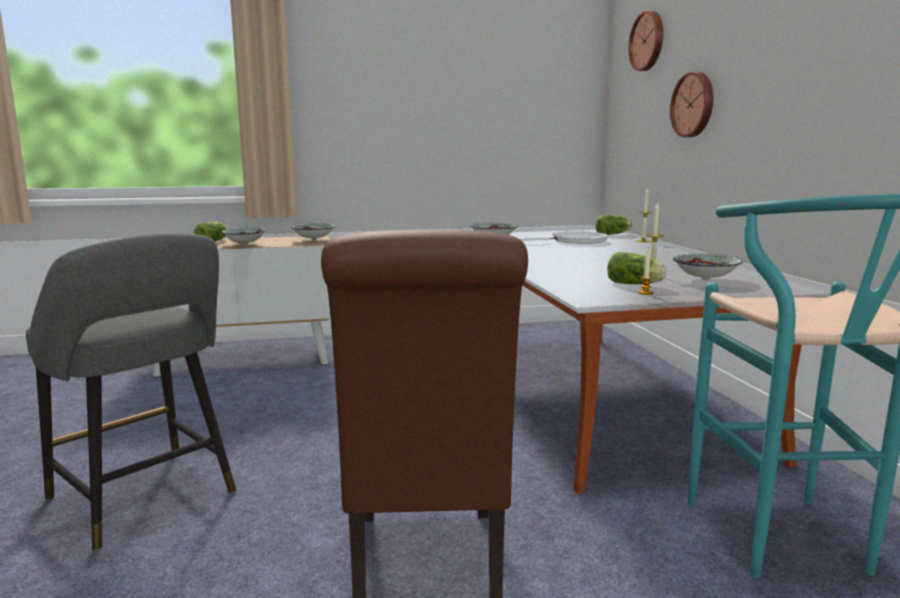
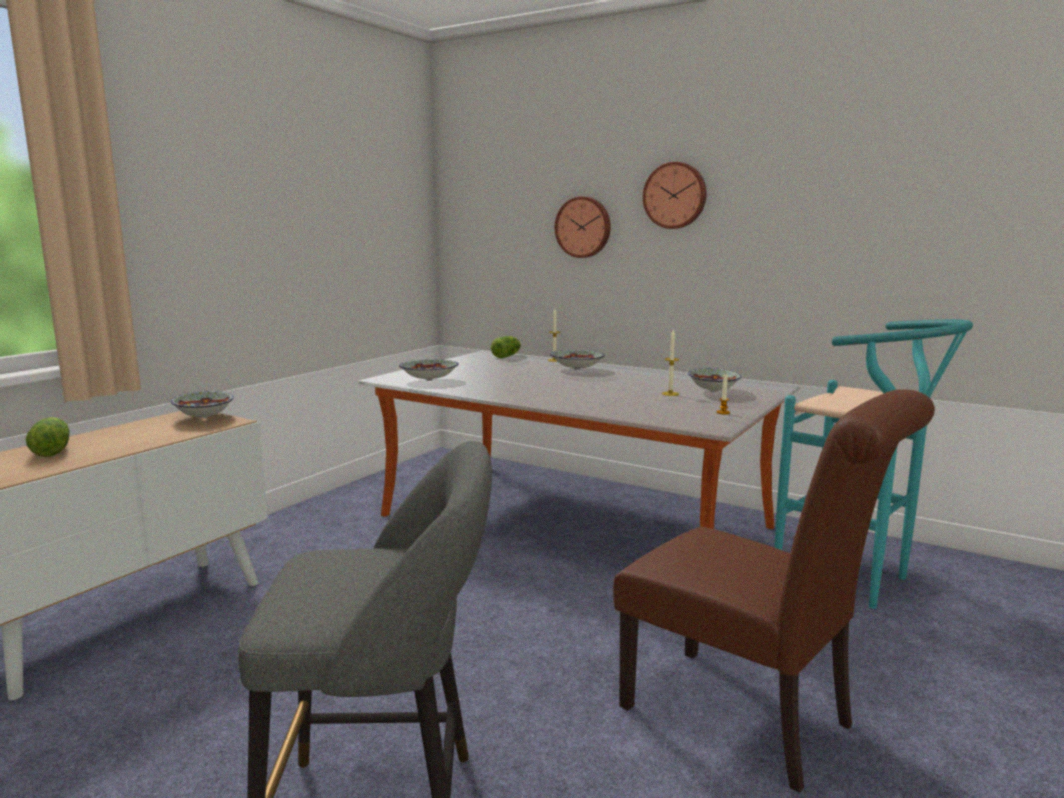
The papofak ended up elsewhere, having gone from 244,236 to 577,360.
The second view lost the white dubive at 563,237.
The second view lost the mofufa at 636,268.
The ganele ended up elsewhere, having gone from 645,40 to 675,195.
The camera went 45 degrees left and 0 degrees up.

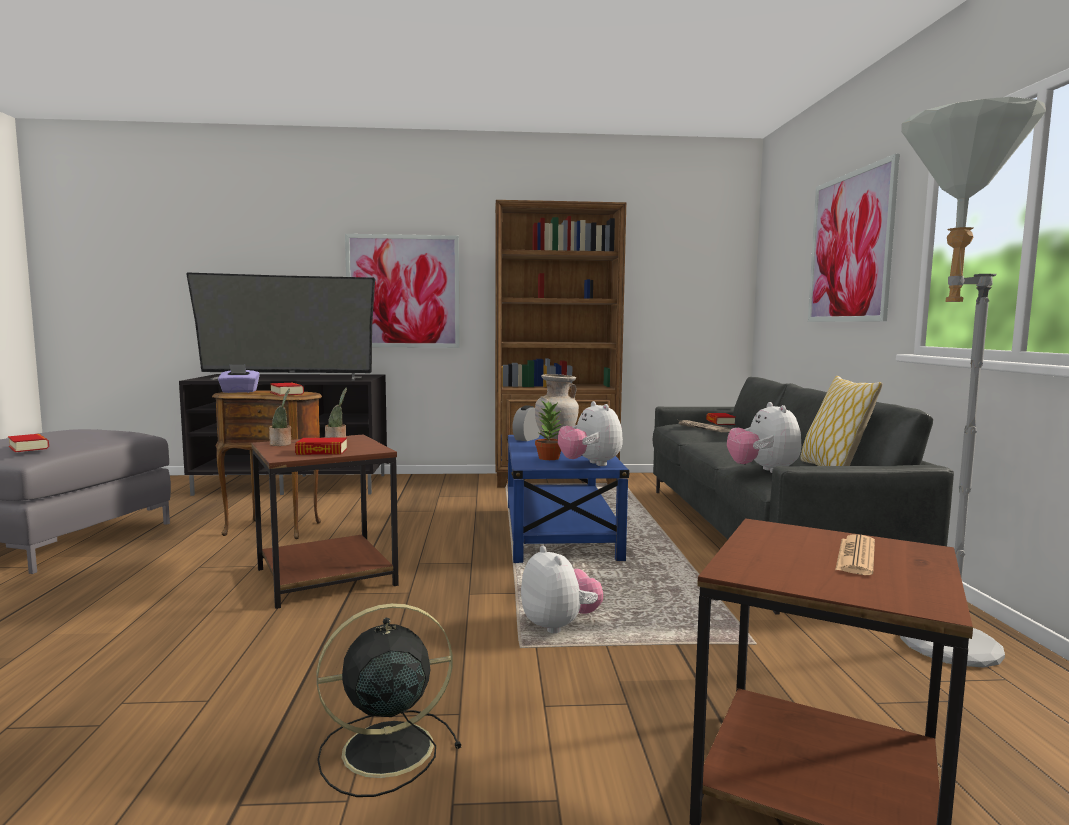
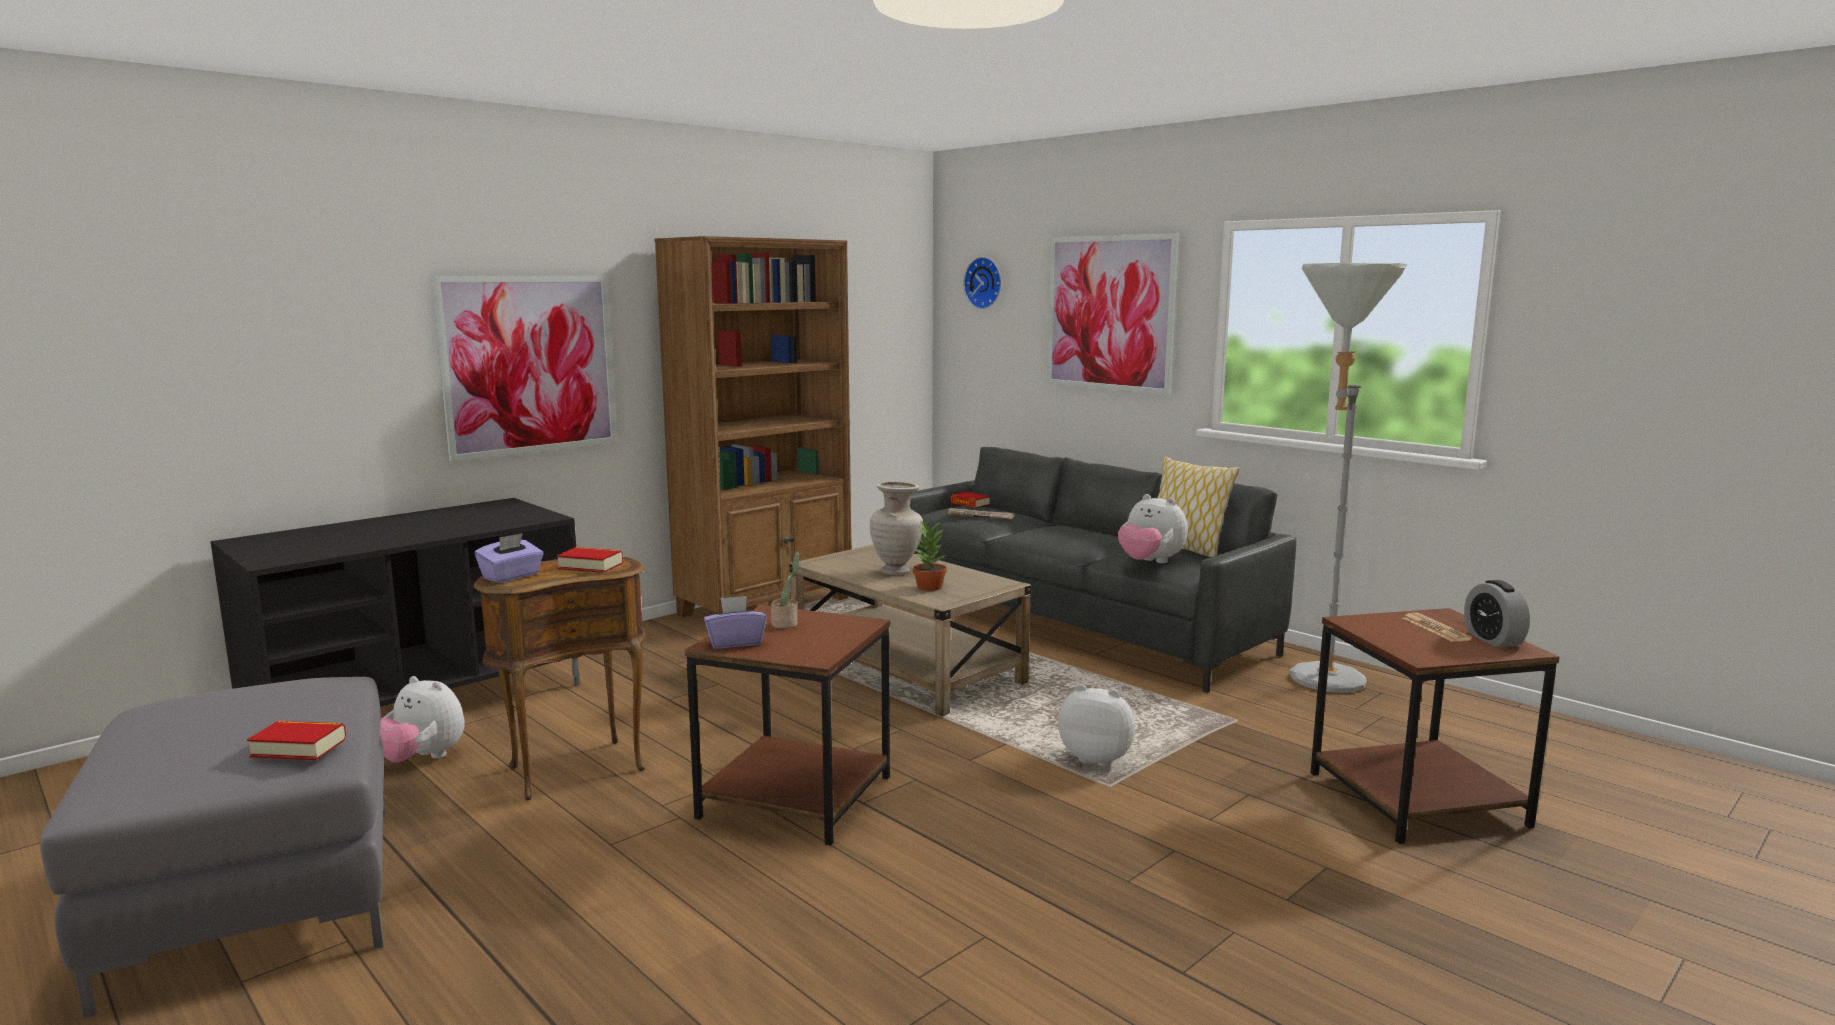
The second view lost the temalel at 280,326.
Where the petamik stood at 280,417, the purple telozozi came to stand at 735,622.
The second view lost the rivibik at 321,446.
The second view lost the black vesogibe at 389,700.
What was the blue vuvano at 568,499 turned into the beige vuvano at 910,630.
The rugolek ended up elsewhere, having gone from 526,423 to 1497,613.
The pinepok ended up elsewhere, having gone from 590,433 to 422,719.
The second view gained the ganele at 982,283.
The camera went 40 degrees left and 5 degrees up.

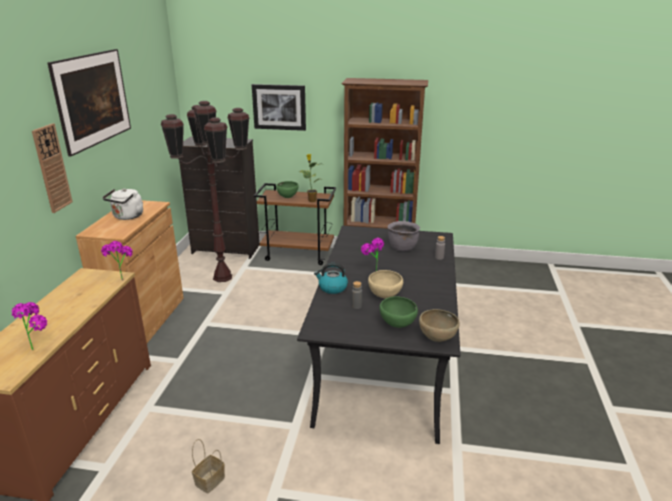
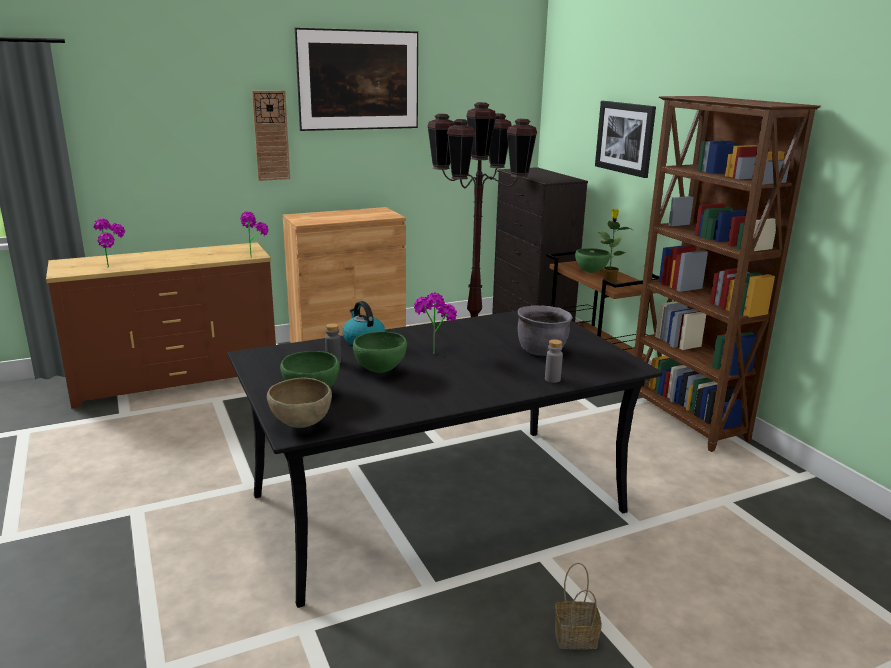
The second view lost the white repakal at 123,204.
The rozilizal ended up elsewhere, having gone from 208,466 to 578,606.
What was the beige papofak at 385,284 turned into the green papofak at 380,352.
The camera went 55 degrees right and 5 degrees down.

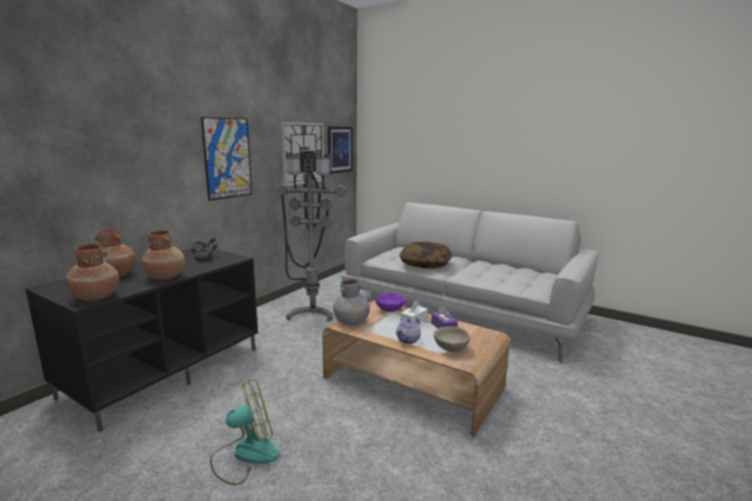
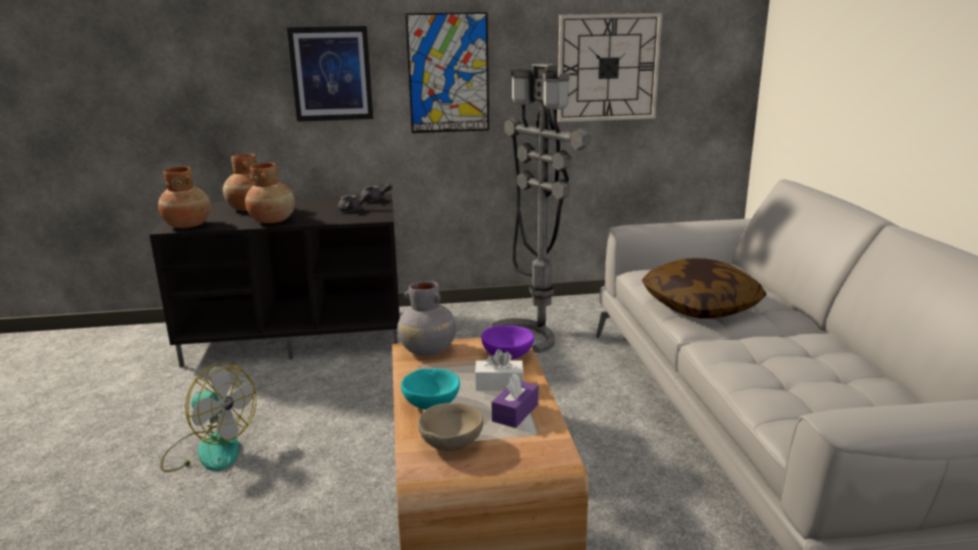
The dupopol ended up elsewhere, having gone from 340,150 to 330,74.
Where the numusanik stood at 408,331, the turquoise papofak came to stand at 430,389.
The camera went 50 degrees right and 5 degrees up.

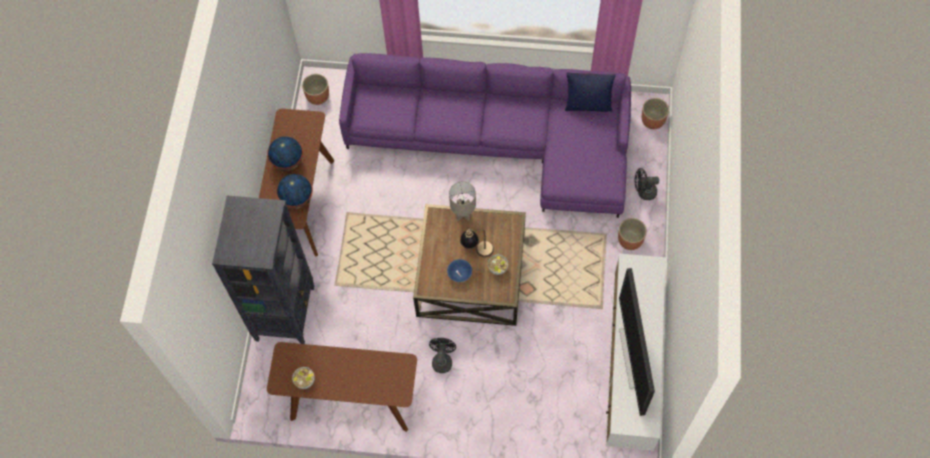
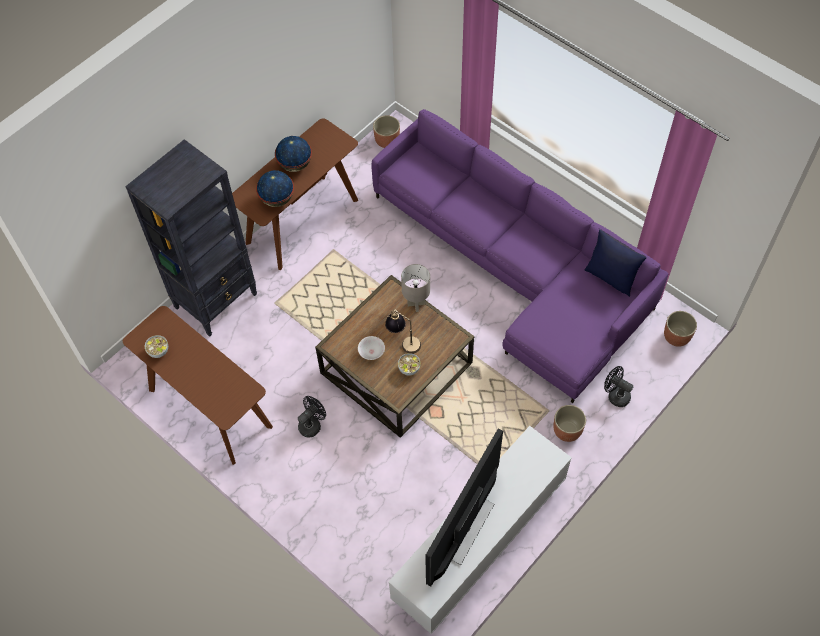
What was the blue papofak at 459,270 turned into the white papofak at 371,348.
The camera went 35 degrees right and 5 degrees down.

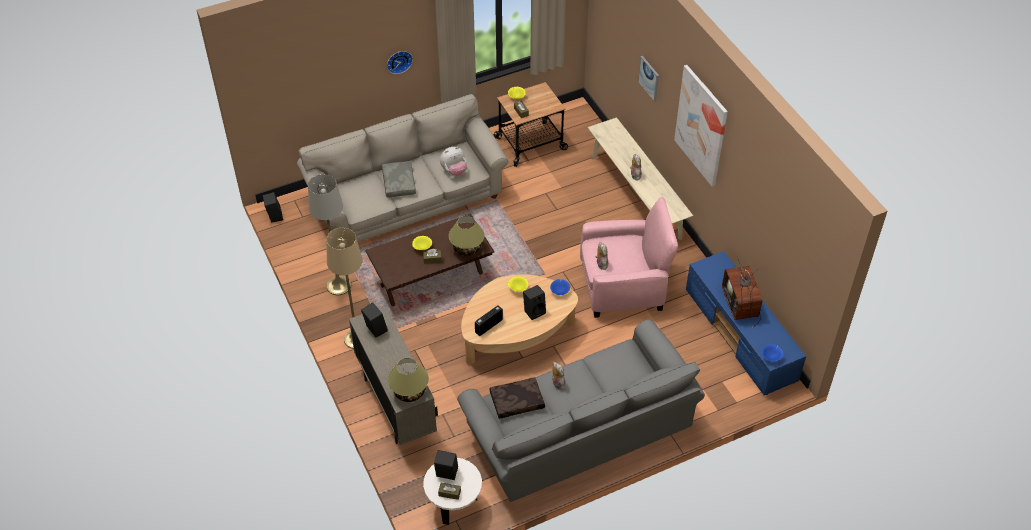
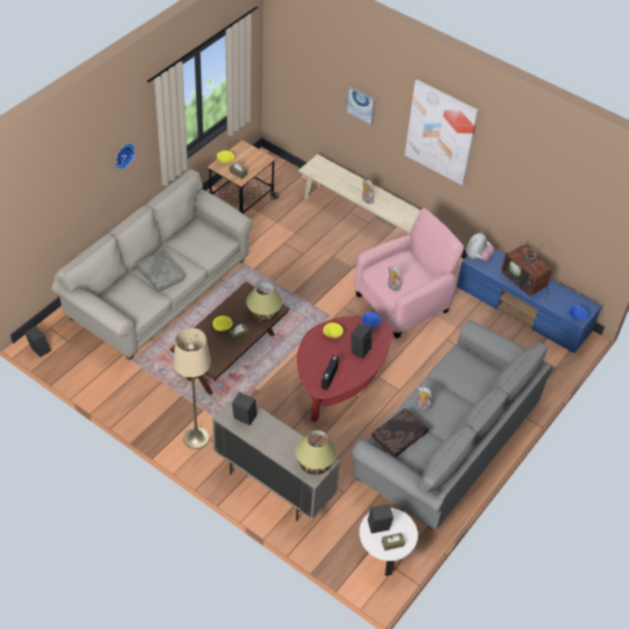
The second view lost the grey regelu at 329,234.
The pinepok ended up elsewhere, having gone from 453,161 to 480,247.
What was the beige vuvano at 519,319 turned into the red vuvano at 344,369.
The camera went 30 degrees left and 0 degrees up.

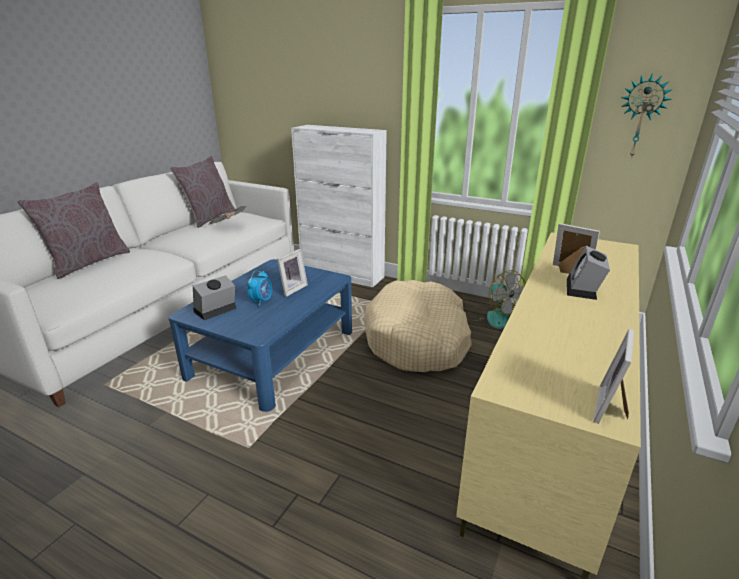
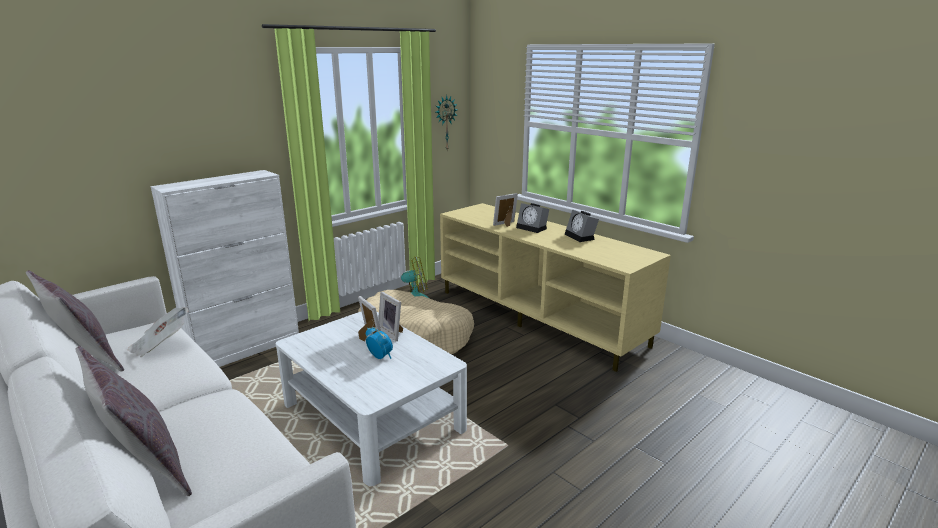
What was the blue vuvano at 260,335 turned into the white vuvano at 371,398.
The rugolek ended up elsewhere, having gone from 215,297 to 582,225.
The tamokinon ended up elsewhere, having gone from 613,376 to 390,316.
The camera went 70 degrees left and 5 degrees down.

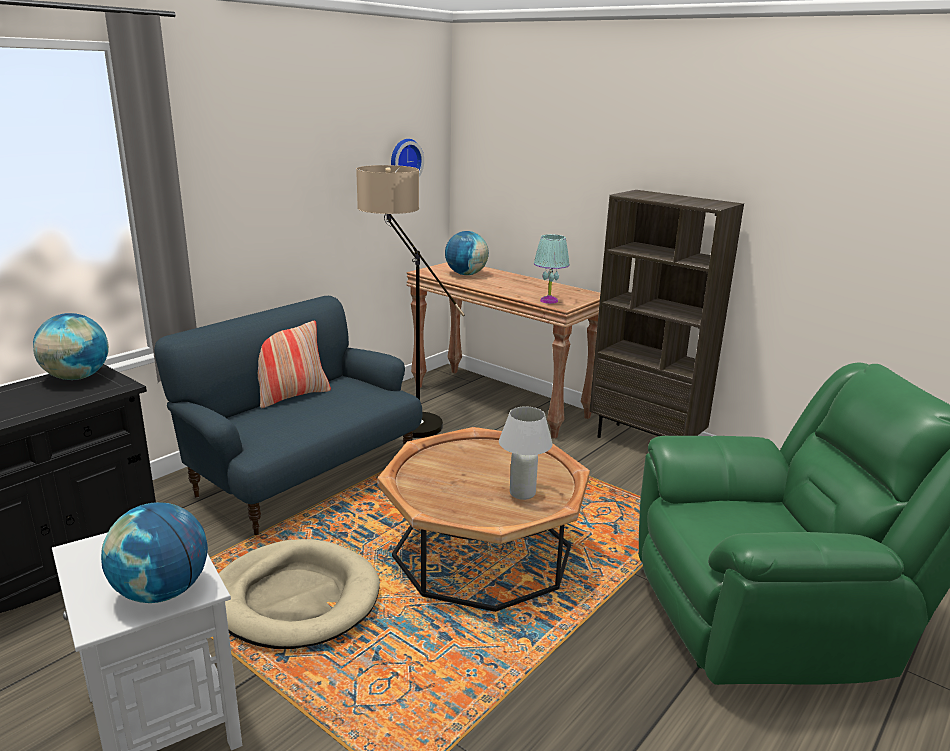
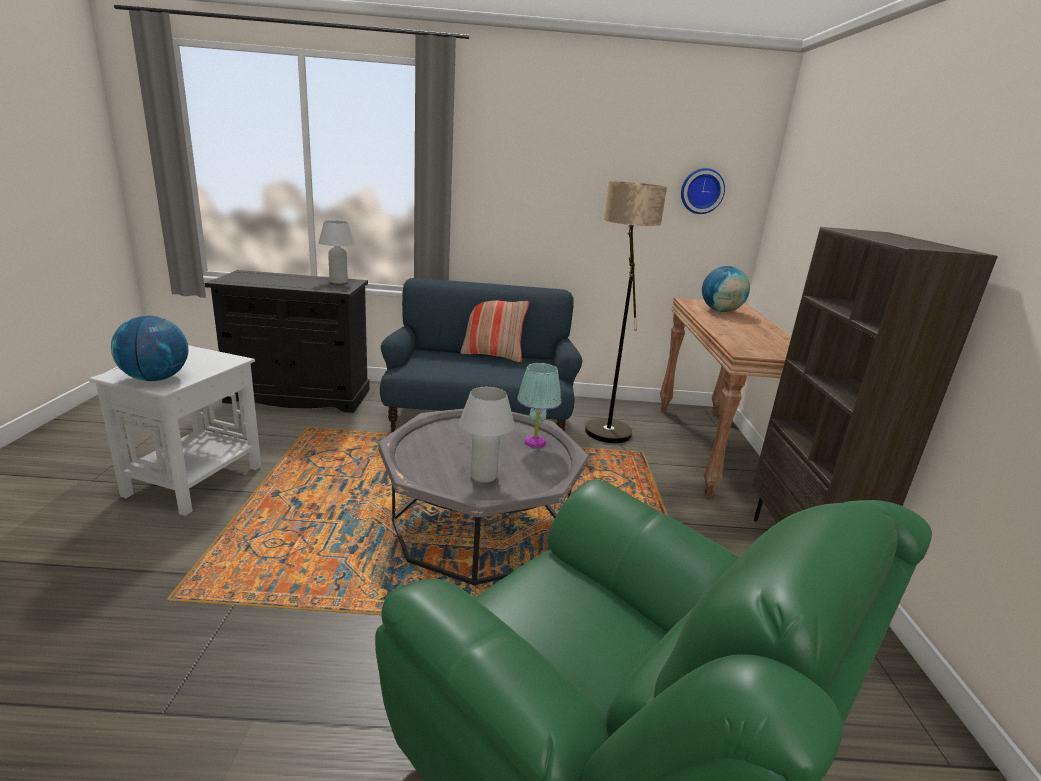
Where the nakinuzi stood at 71,346, the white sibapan came to stand at 336,252.
The second view lost the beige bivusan at 299,594.
What was the brown vuvano at 483,519 turned into the grey vuvano at 483,497.
The turquoise sibapan ended up elsewhere, having gone from 551,269 to 539,405.
The camera went 50 degrees right and 0 degrees up.

